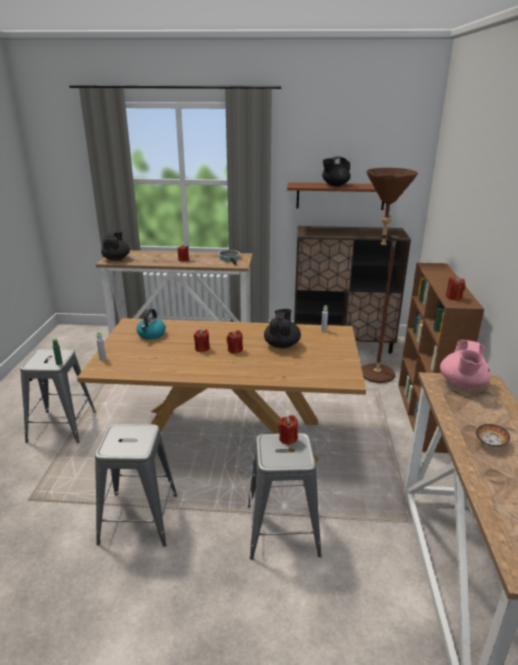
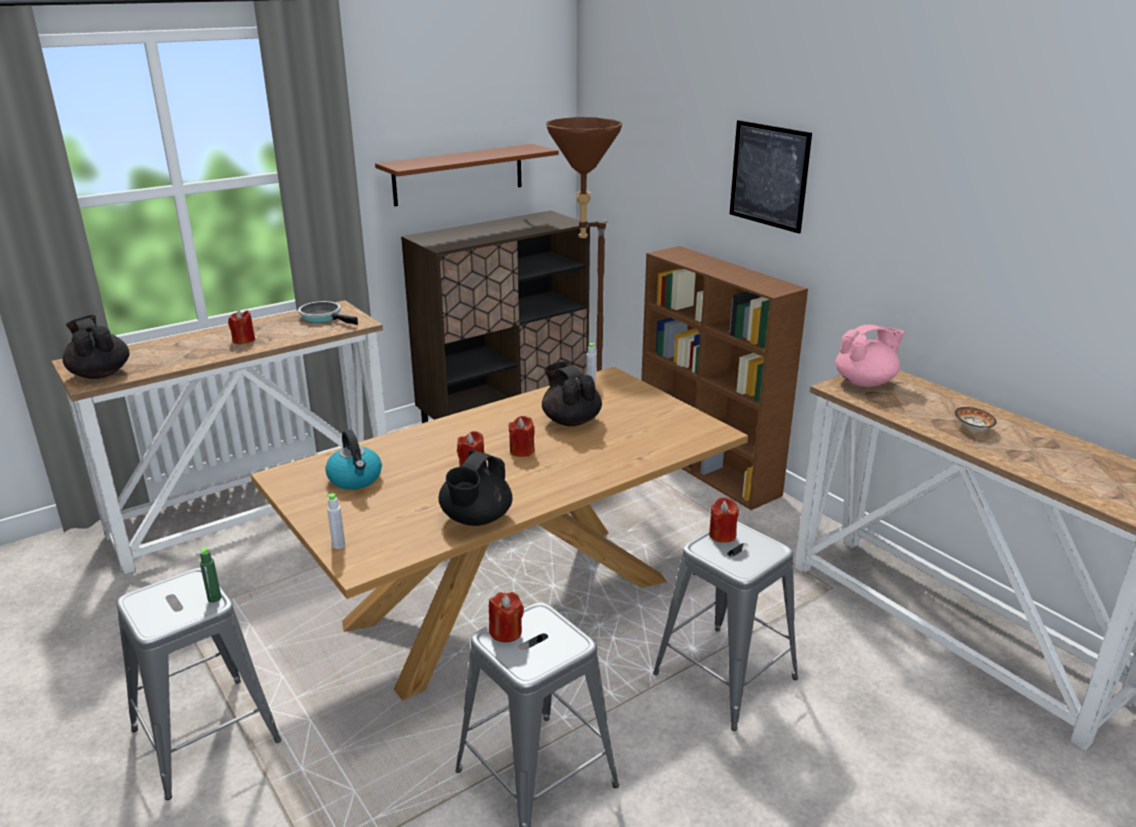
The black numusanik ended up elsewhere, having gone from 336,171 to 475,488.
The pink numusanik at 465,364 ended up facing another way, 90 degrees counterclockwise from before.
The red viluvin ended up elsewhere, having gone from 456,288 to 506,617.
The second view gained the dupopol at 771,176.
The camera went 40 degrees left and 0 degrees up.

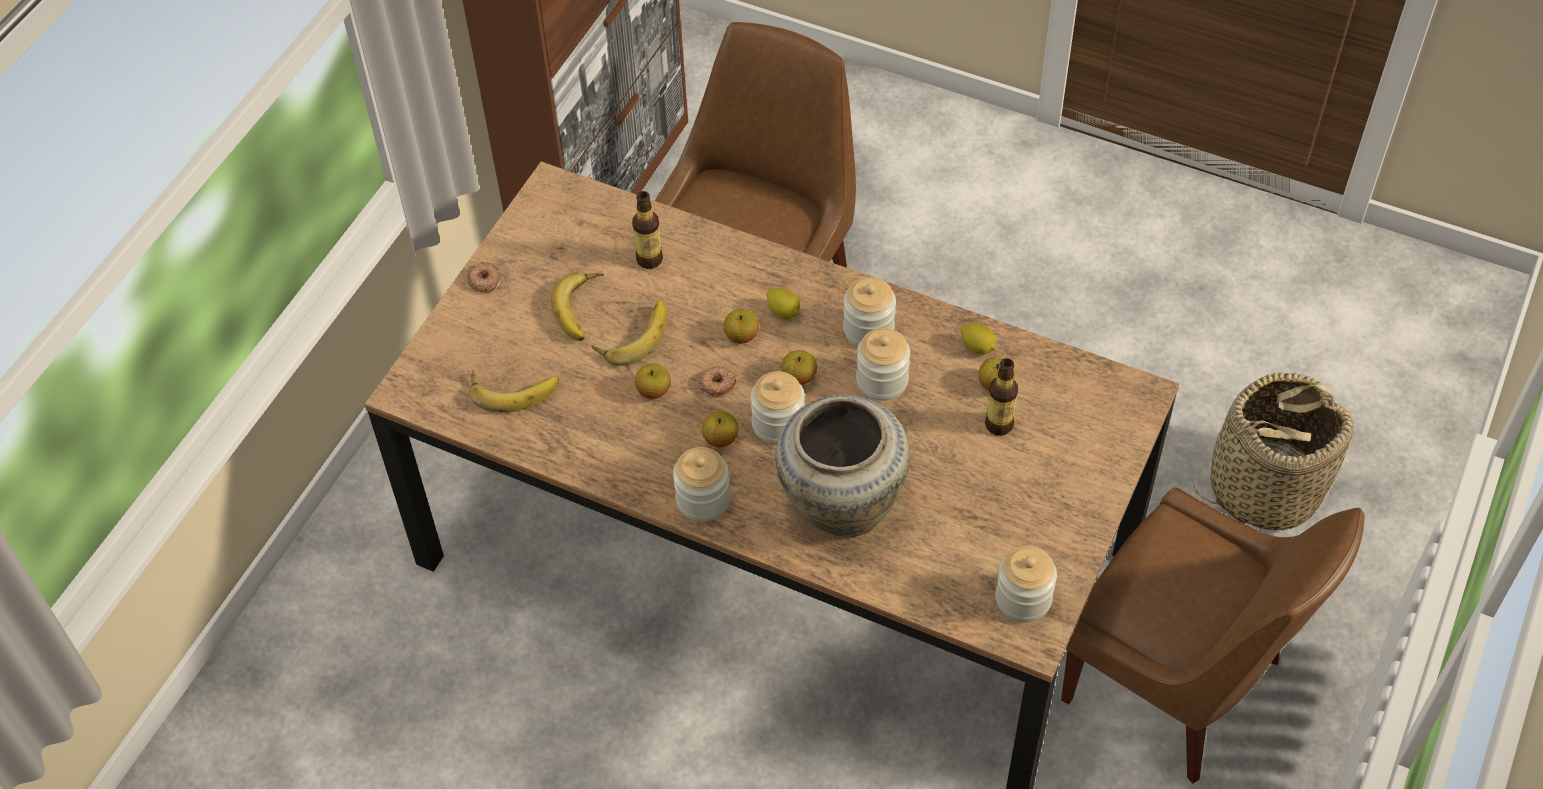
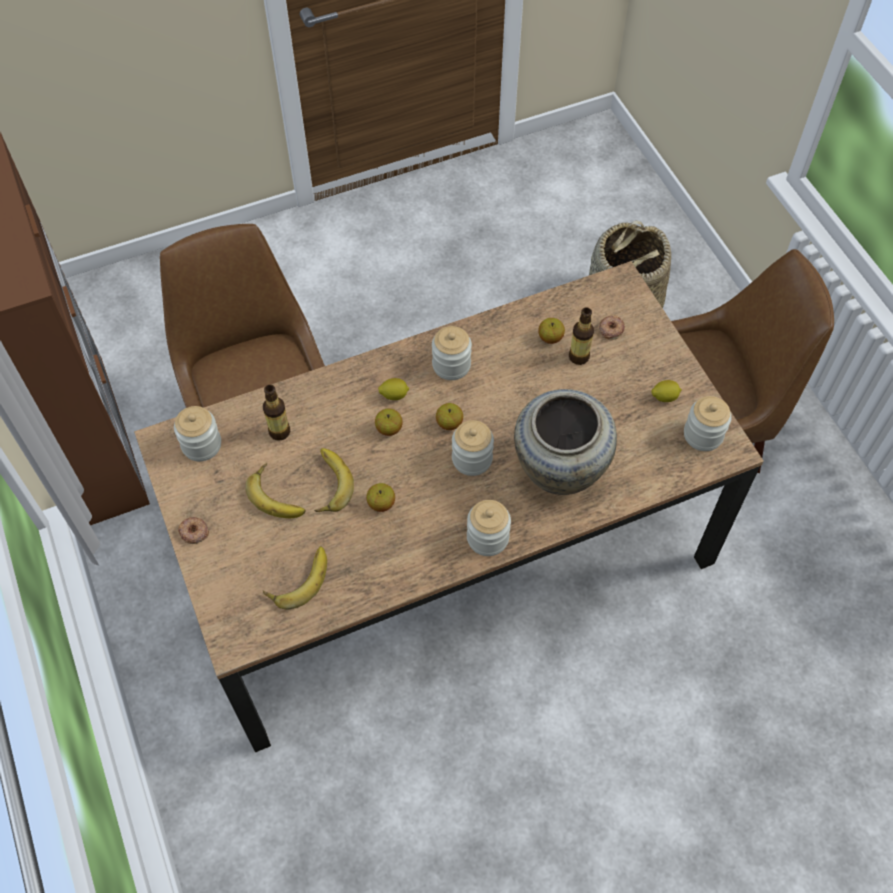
The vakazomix ended up elsewhere, having gone from 717,382 to 612,328.
The second view lost the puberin at 720,429.
The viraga ended up elsewhere, having gone from 883,364 to 197,433.
The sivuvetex ended up elsewhere, having gone from 978,339 to 666,391.
The camera went 50 degrees left and 5 degrees up.

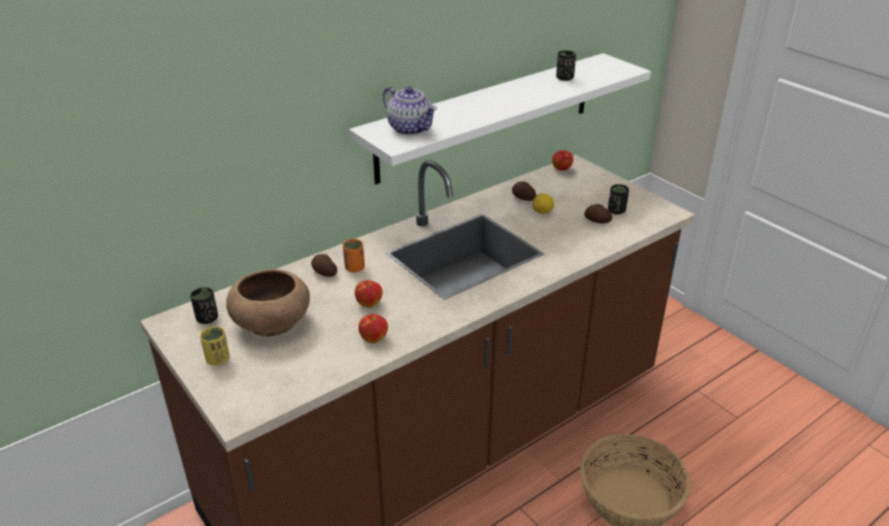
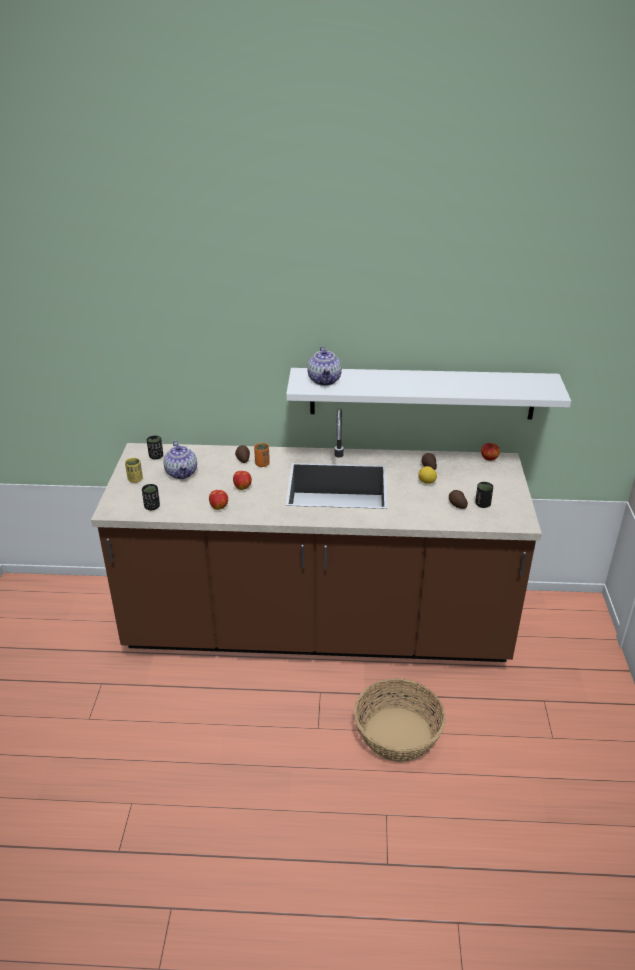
Where the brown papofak stood at 268,303, the numusanik came to stand at 180,460.
The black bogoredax ended up elsewhere, having gone from 566,65 to 151,497.
The camera went 40 degrees right and 0 degrees up.

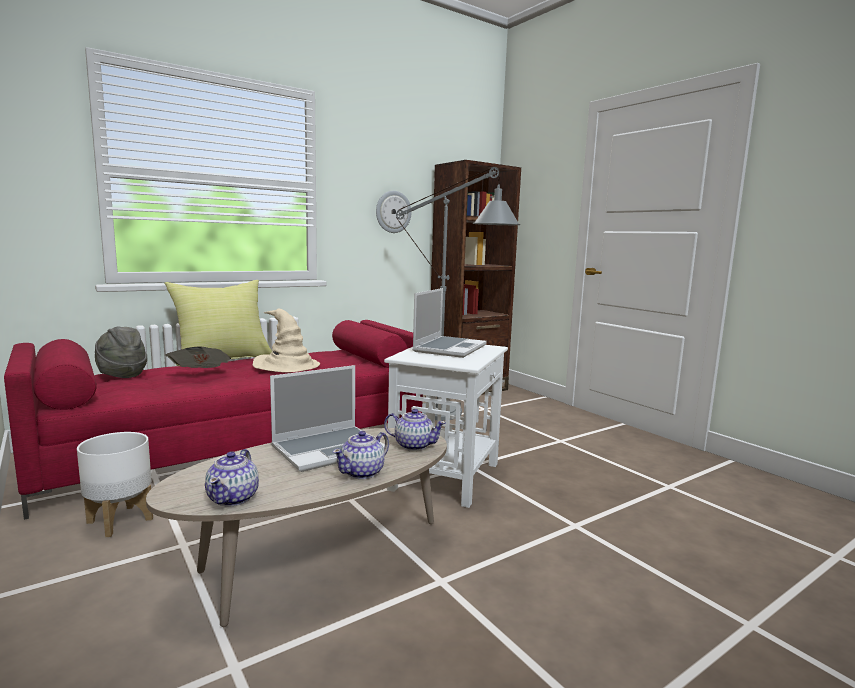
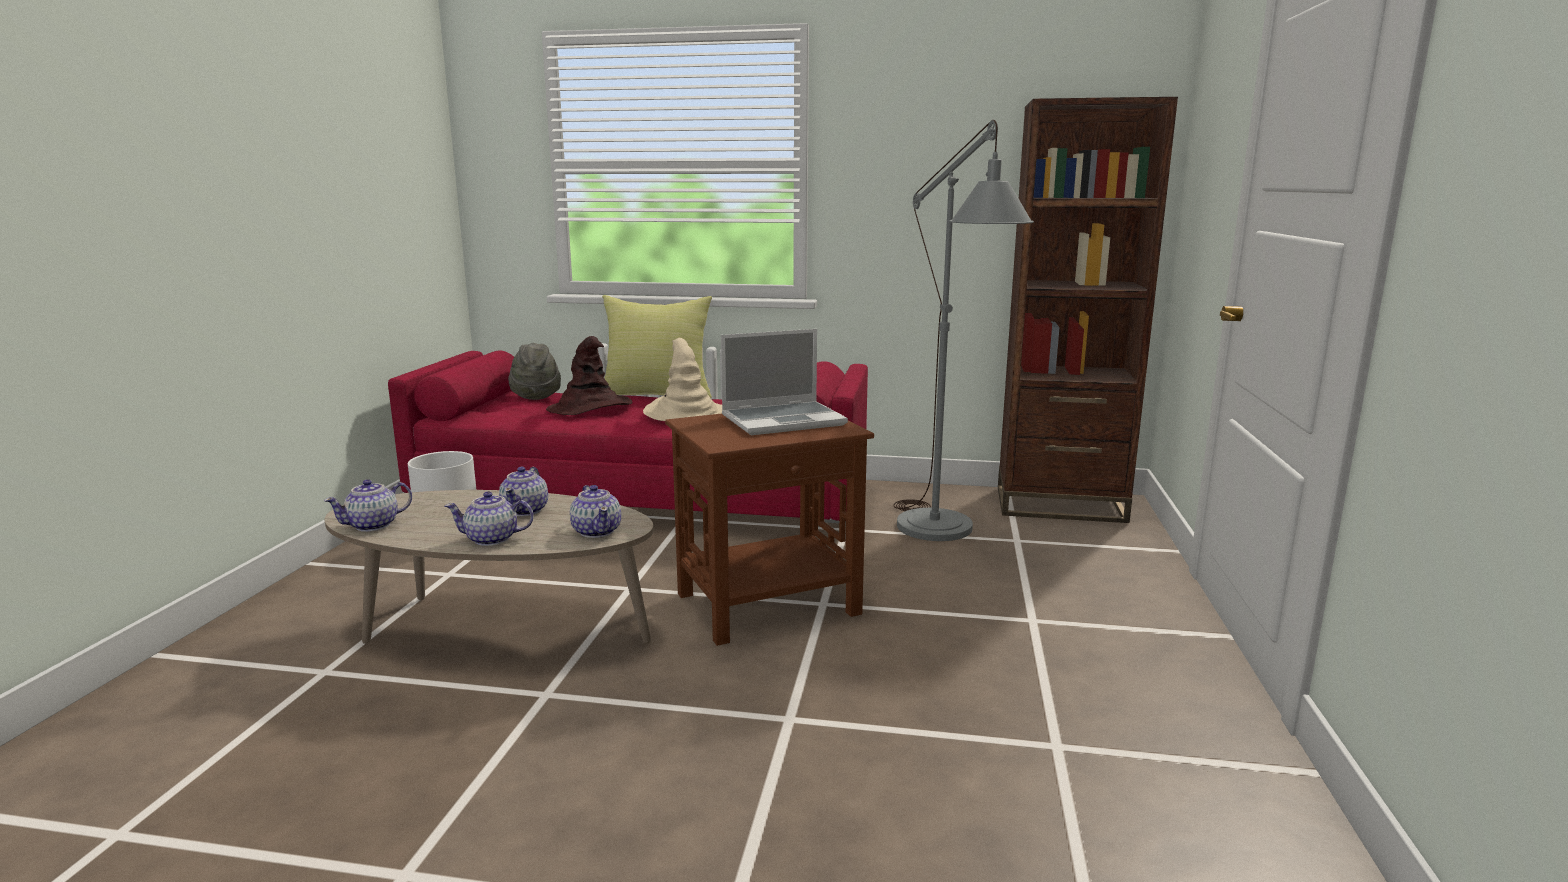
Where the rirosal stood at 198,357, the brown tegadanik came to stand at 589,375.
Where the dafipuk stood at 327,418, the numusanik came to stand at 523,491.
The second view lost the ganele at 394,212.
What was the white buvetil at 446,426 turned into the brown buvetil at 769,530.
The camera went 45 degrees right and 5 degrees up.

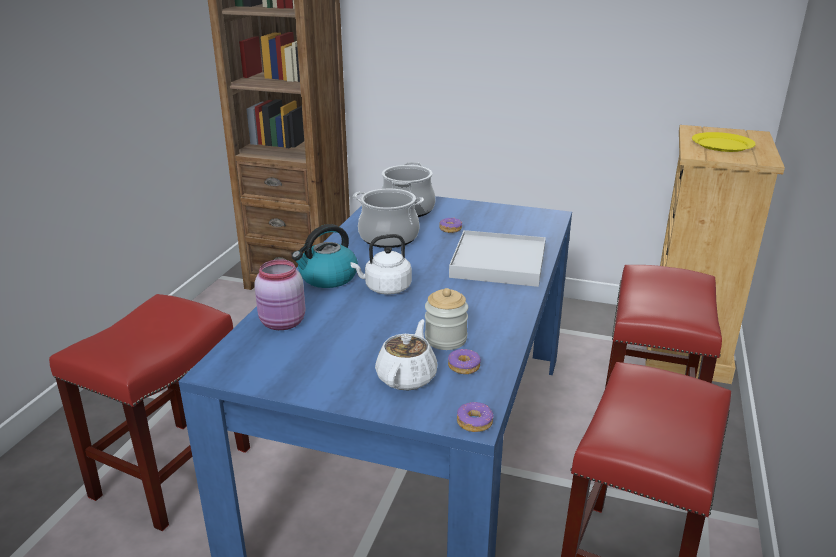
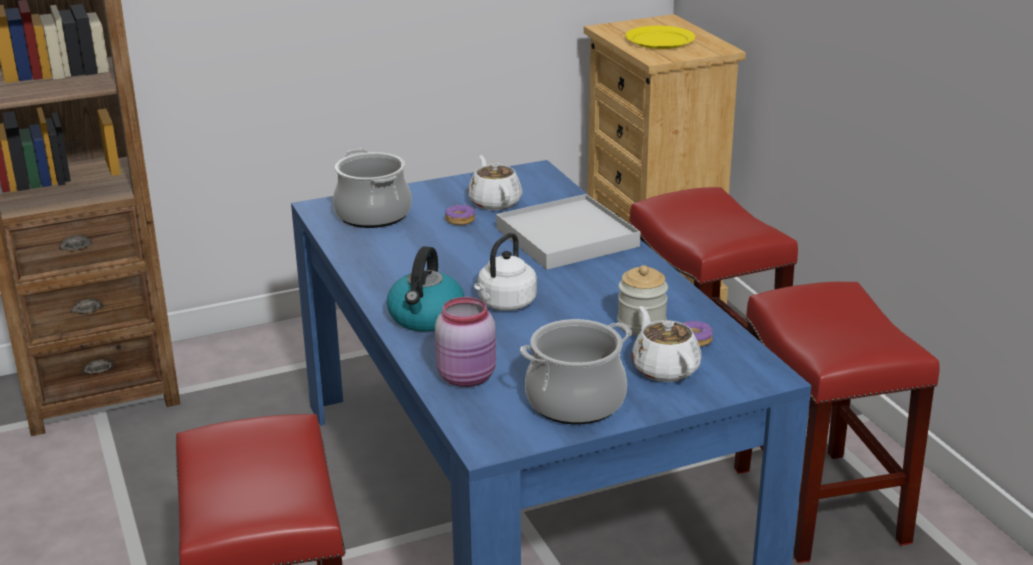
The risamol ended up elsewhere, having gone from 388,218 to 576,371.
The second view lost the vakazomix at 475,417.
The second view gained the white numusanik at 495,182.
The camera went 40 degrees left and 0 degrees up.

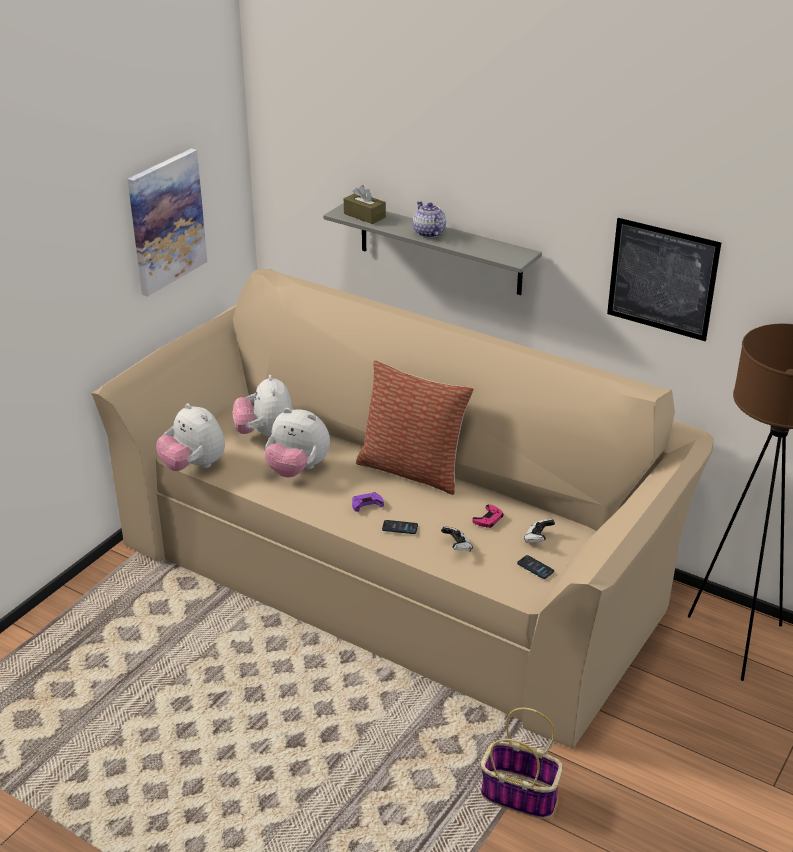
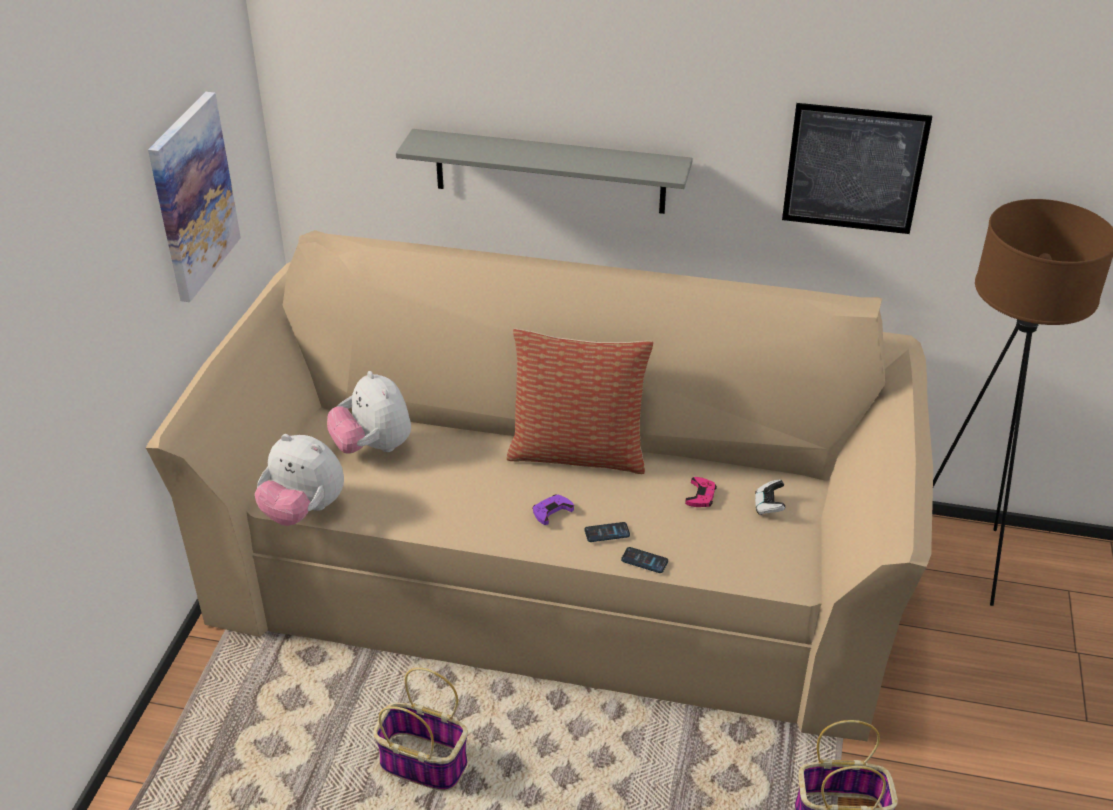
The second view lost the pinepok at 297,442.
The second view lost the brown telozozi at 365,204.
The second view lost the numusanik at 429,219.
The second view lost the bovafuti at 457,539.
The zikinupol ended up elsewhere, having gone from 535,567 to 644,560.
The second view gained the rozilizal at 420,729.
The camera went 20 degrees left and 5 degrees up.

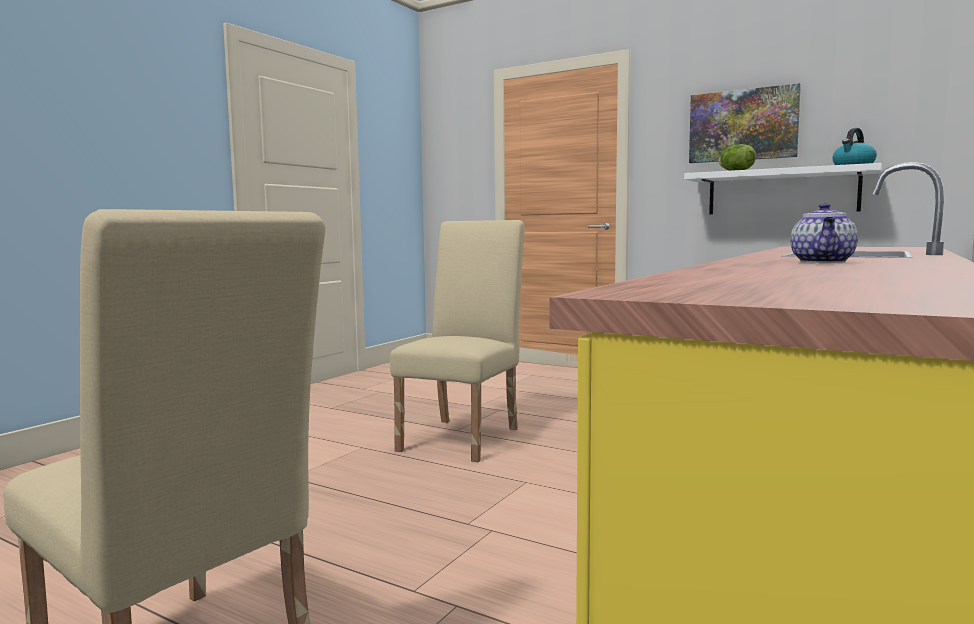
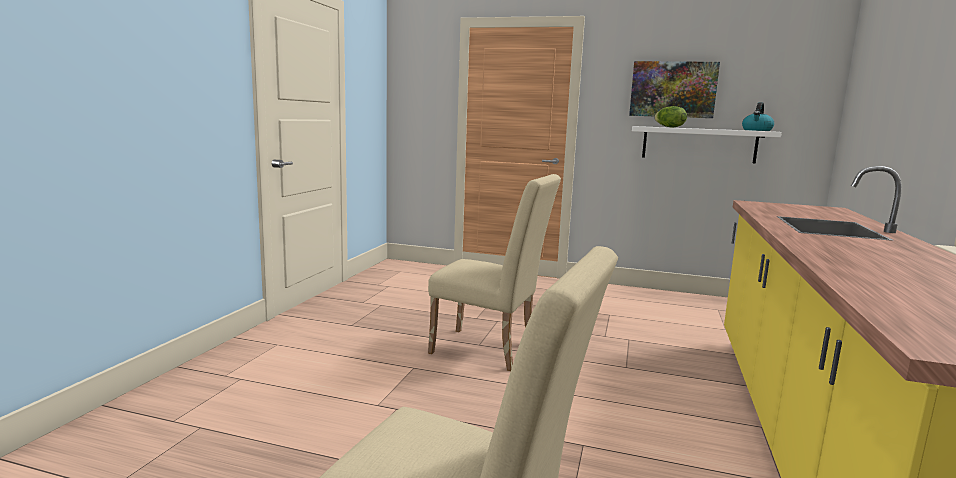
The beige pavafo at 457,341 ended up facing another way, 105 degrees clockwise from before.
The second view lost the numusanik at 824,233.
The camera went 15 degrees left and 5 degrees up.

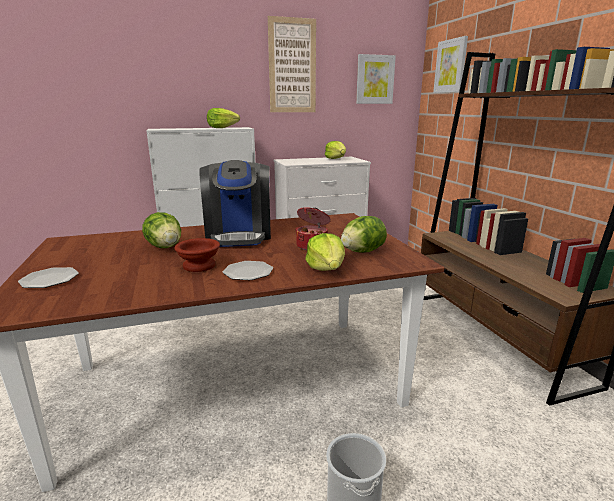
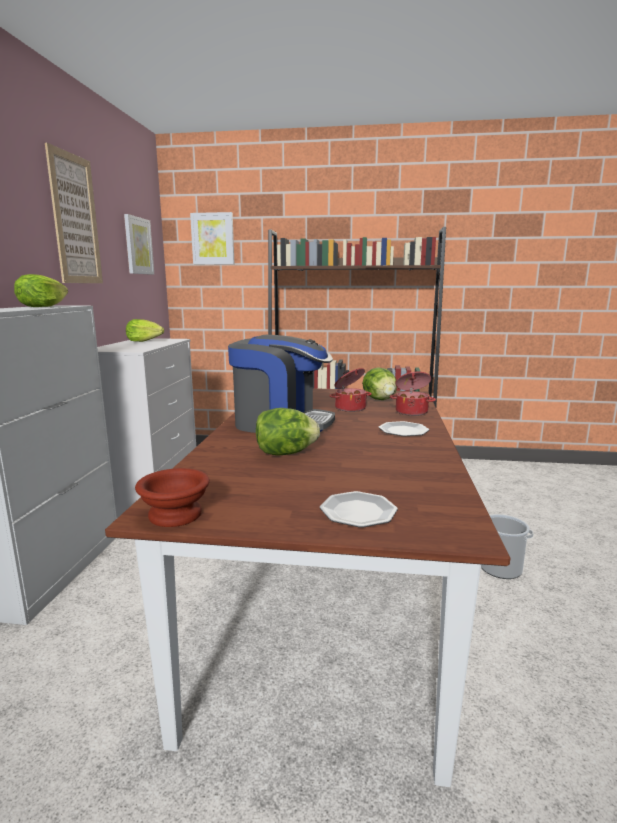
The brown papofak ended up elsewhere, having gone from 197,255 to 172,497.
Where the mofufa stood at 325,252, the risamol came to stand at 413,394.
The camera went 65 degrees left and 5 degrees down.

